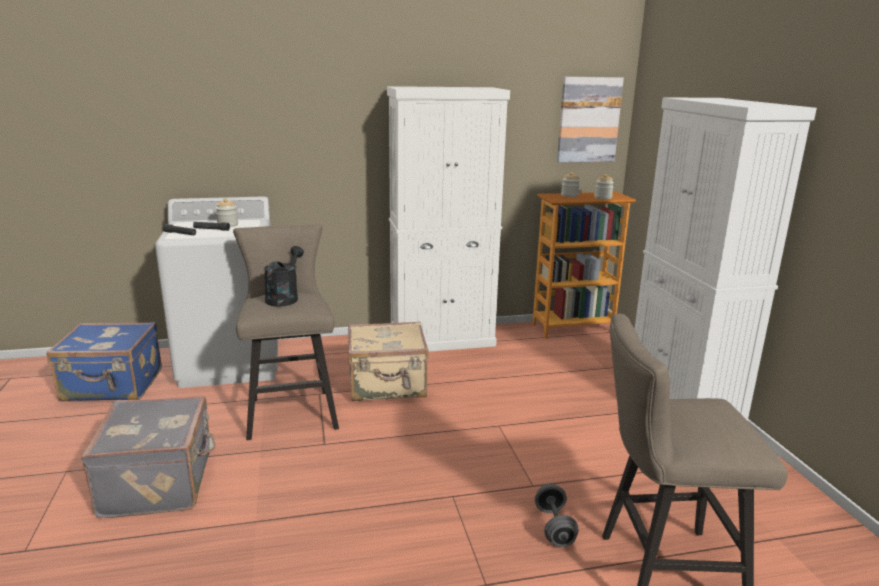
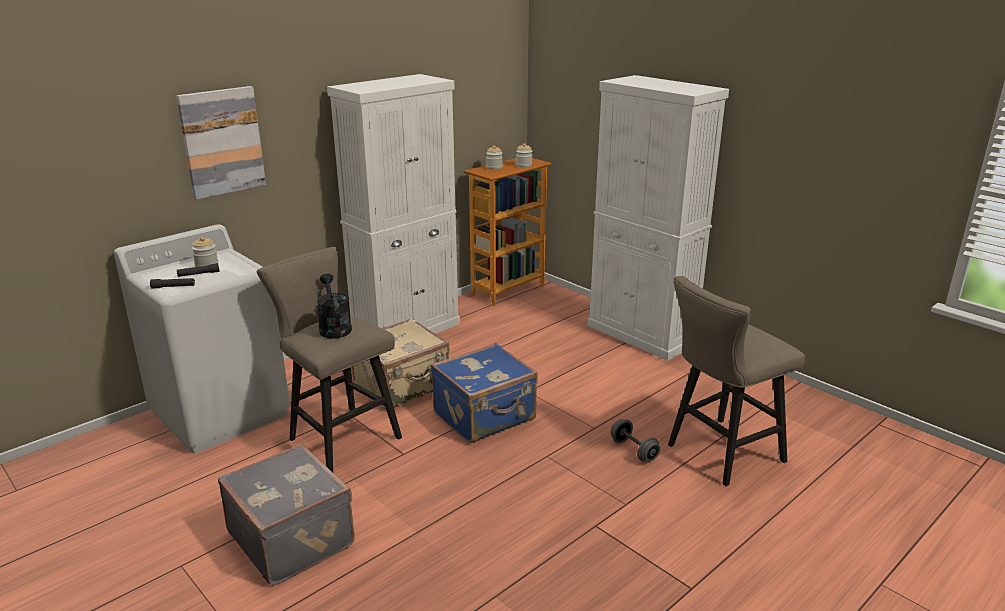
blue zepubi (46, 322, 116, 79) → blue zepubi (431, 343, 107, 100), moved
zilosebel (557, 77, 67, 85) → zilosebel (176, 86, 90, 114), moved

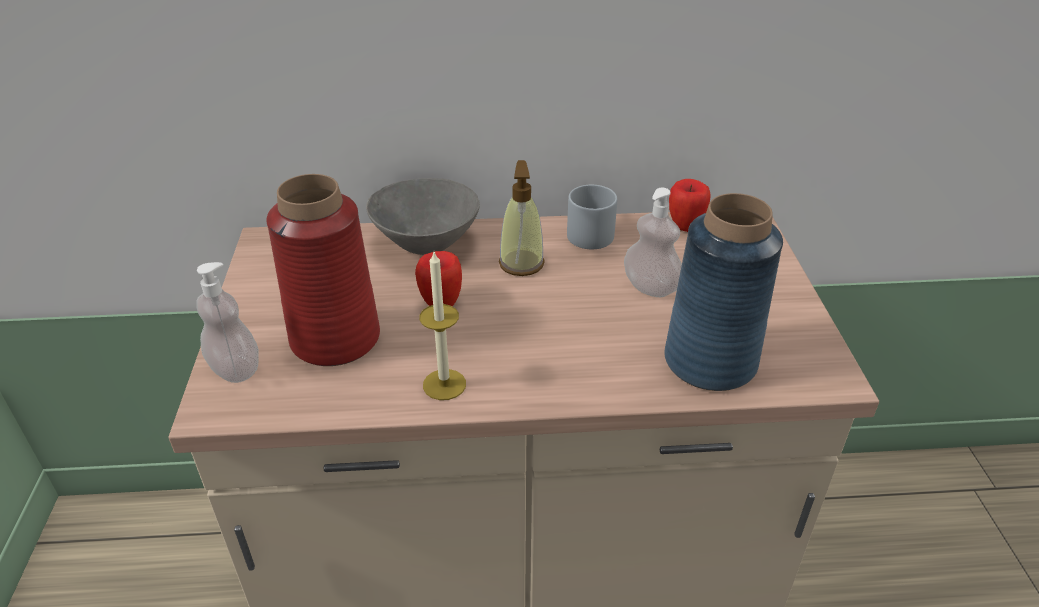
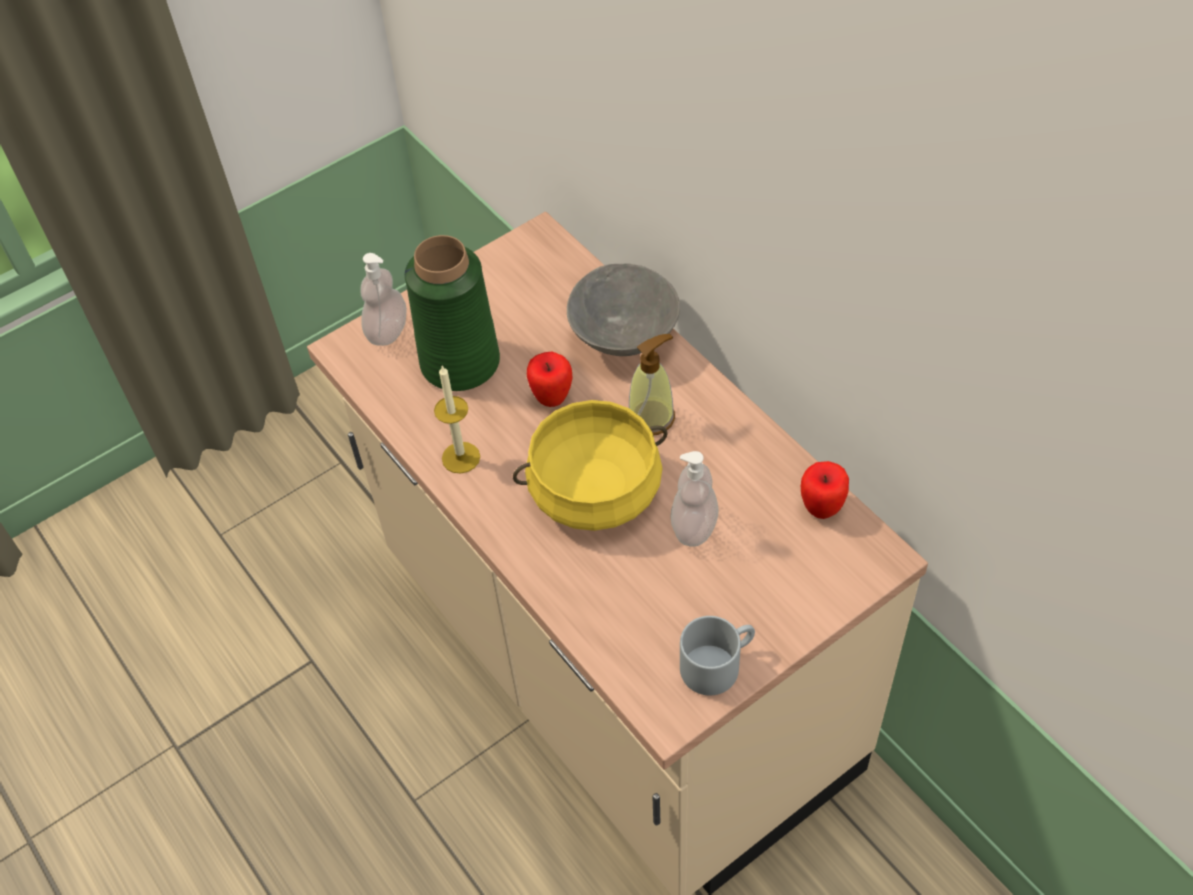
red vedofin (266, 174, 114, 192) → green vedofin (405, 235, 95, 156)
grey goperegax (567, 185, 50, 64) → grey goperegax (680, 616, 75, 80), moved
blue vedofin (664, 193, 119, 198) → -
- → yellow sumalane (513, 400, 155, 131)

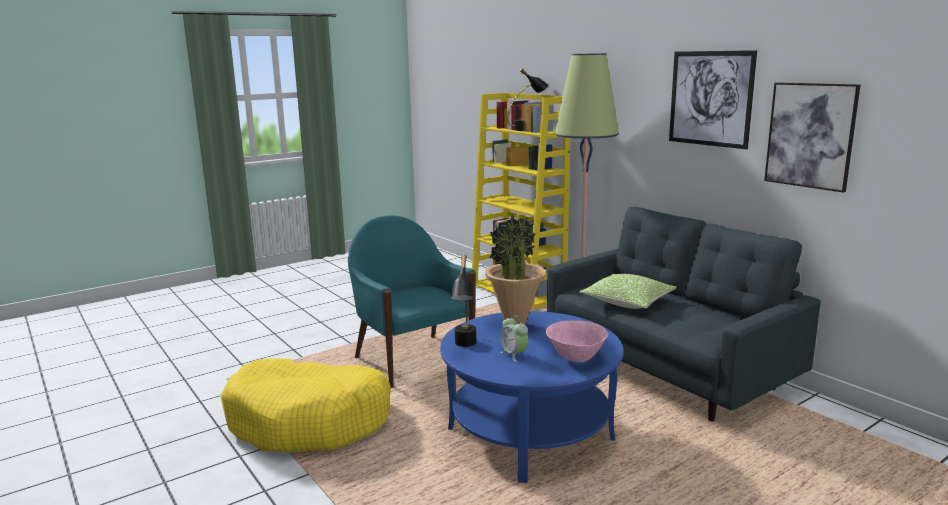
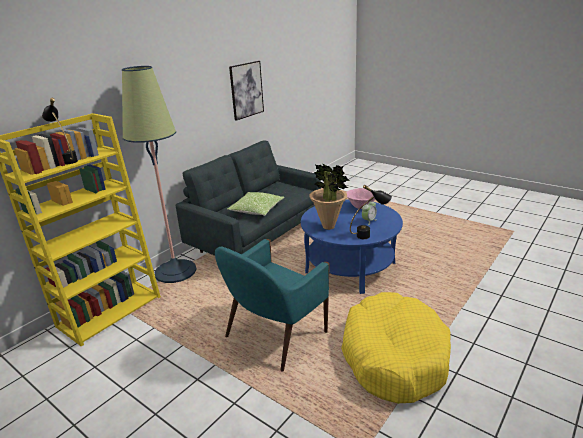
zilosebel (669, 50, 88, 99) → -

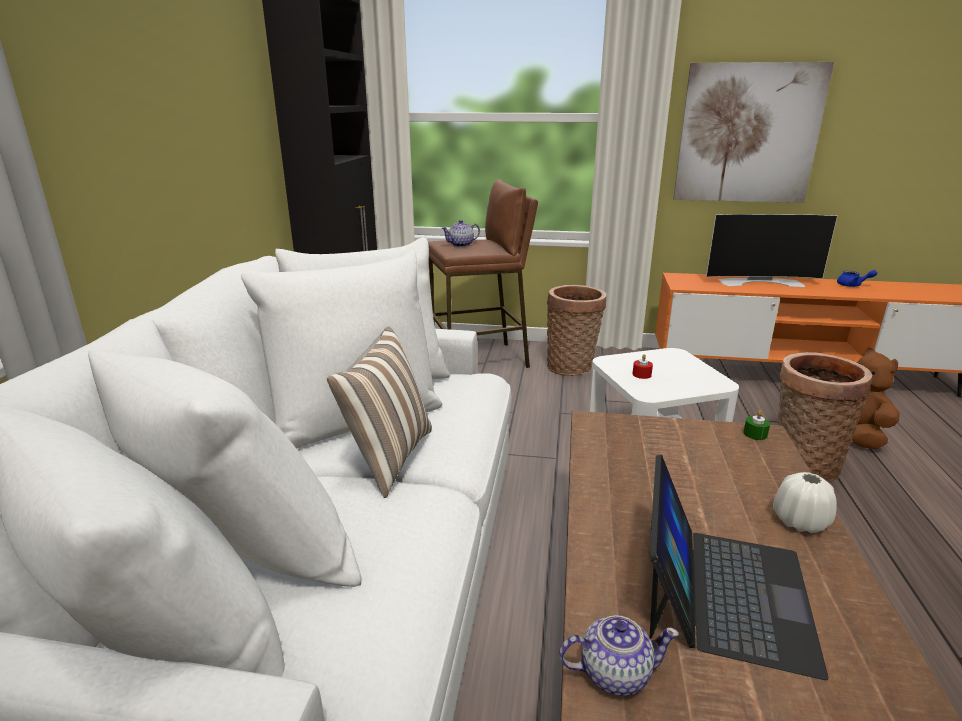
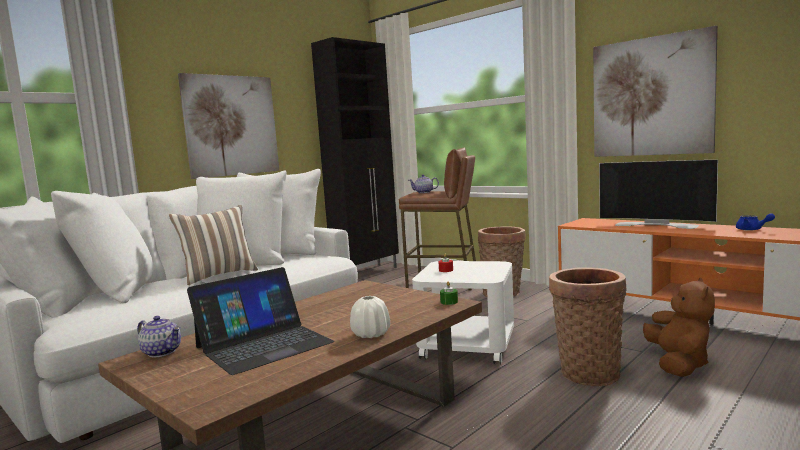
- → zilosebel (178, 73, 101, 106)

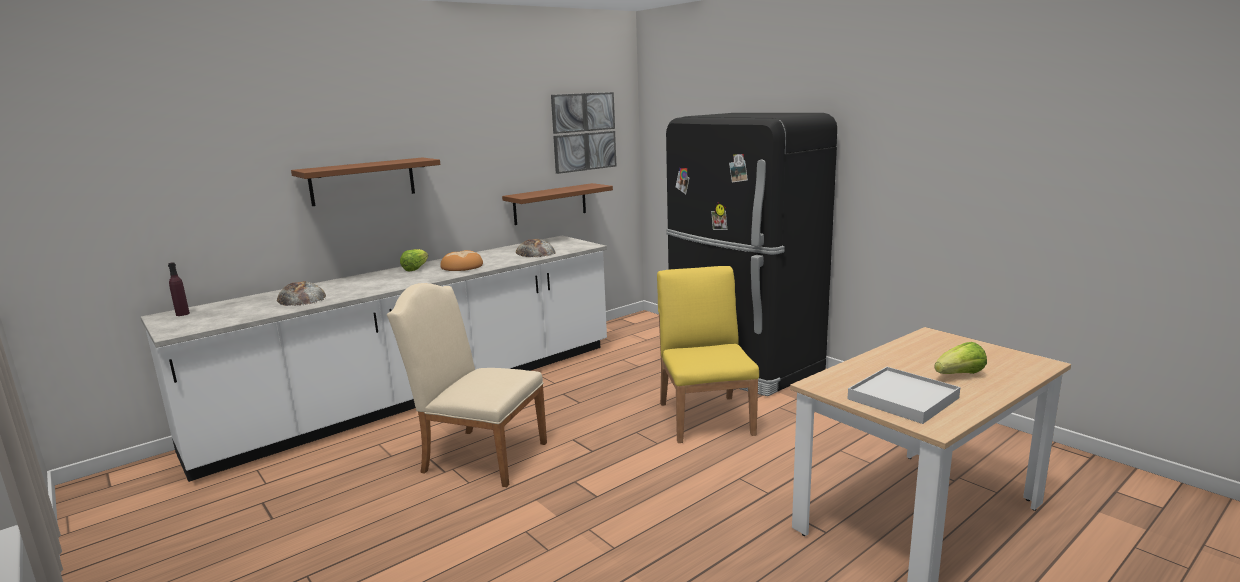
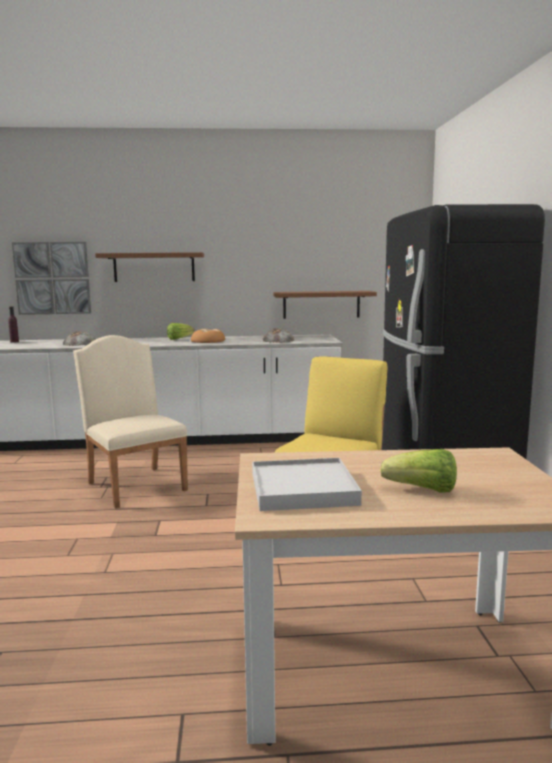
zilosebel (551, 92, 65, 82) → zilosebel (12, 242, 79, 73), moved

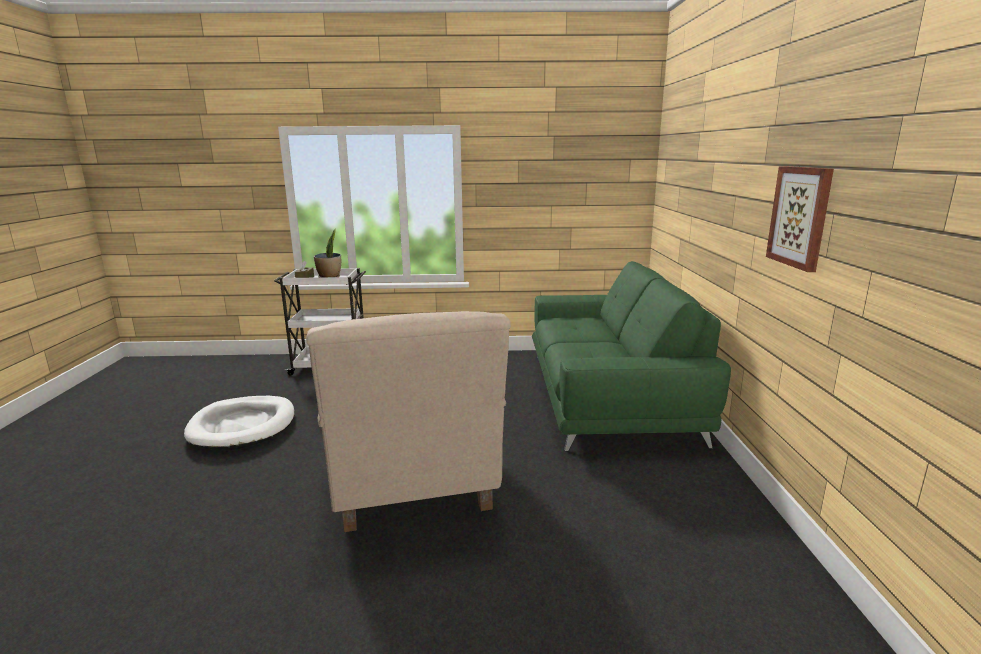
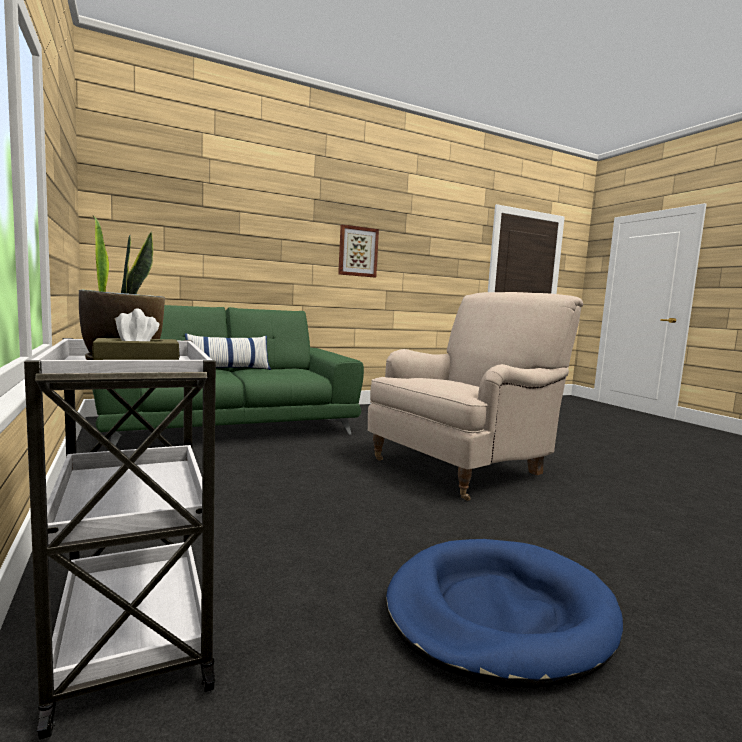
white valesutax (184, 396, 111, 54) → blue valesutax (386, 539, 237, 149)
- → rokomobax (185, 333, 86, 37)

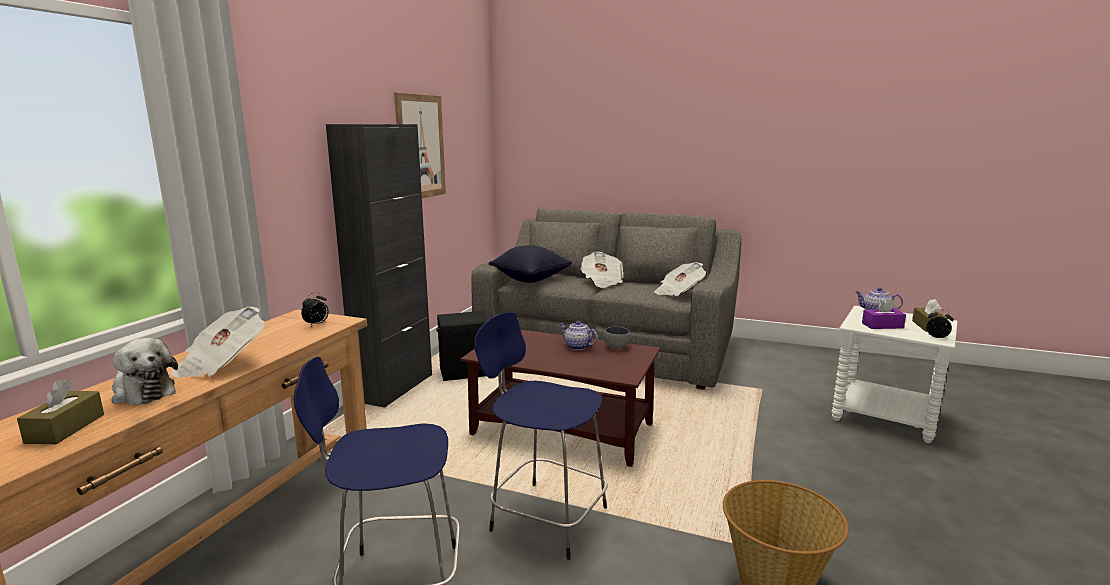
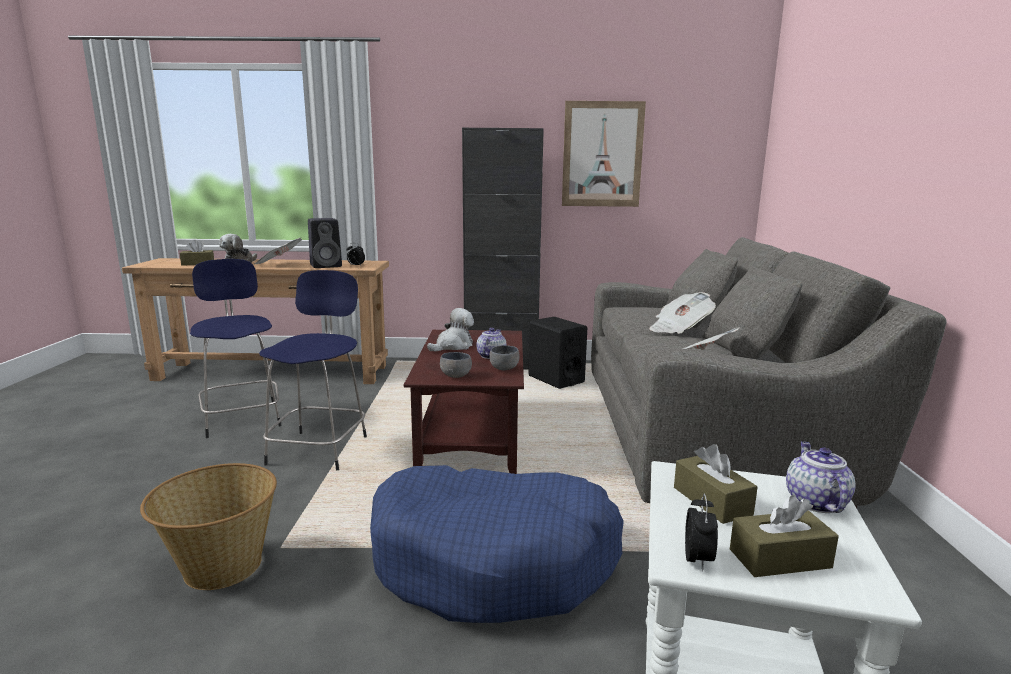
black rokomobax (489, 245, 83, 38) → -
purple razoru (862, 299, 44, 30) → brown razoru (674, 444, 84, 80)
- → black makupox (308, 218, 34, 50)
- → blue valesutax (370, 465, 254, 158)
- → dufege (427, 308, 47, 43)
- → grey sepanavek (440, 352, 32, 26)

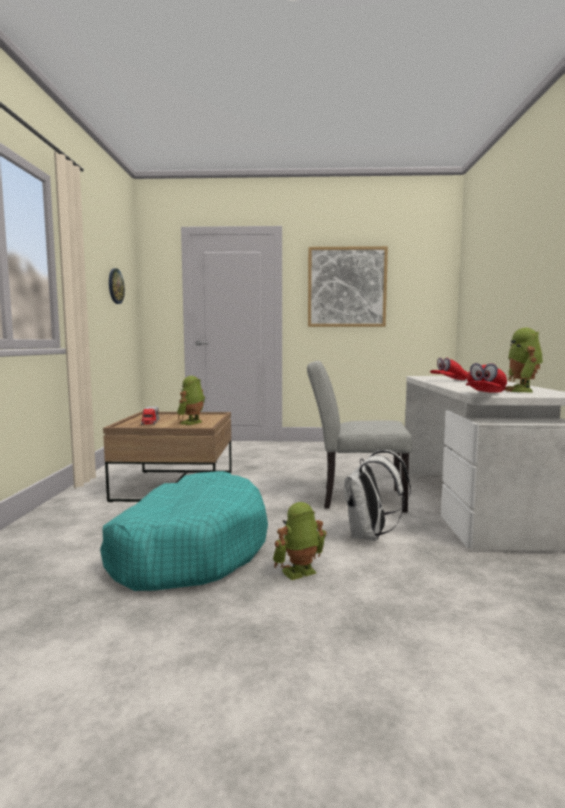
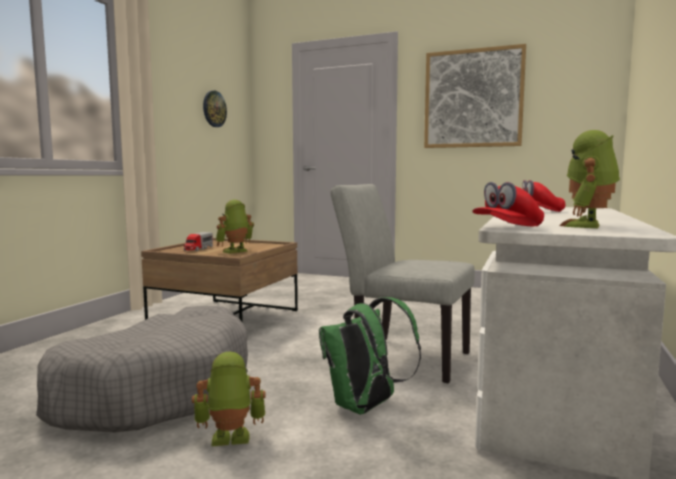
turquoise valesutax (100, 471, 168, 120) → grey valesutax (36, 306, 212, 126)
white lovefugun (344, 450, 67, 91) → green lovefugun (319, 297, 102, 117)

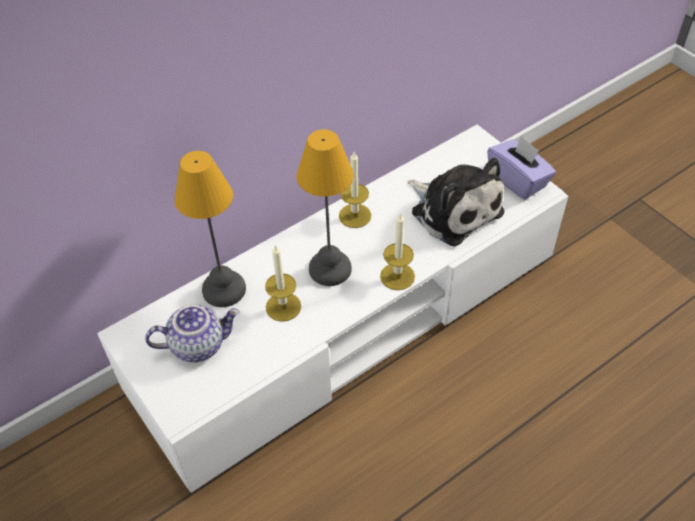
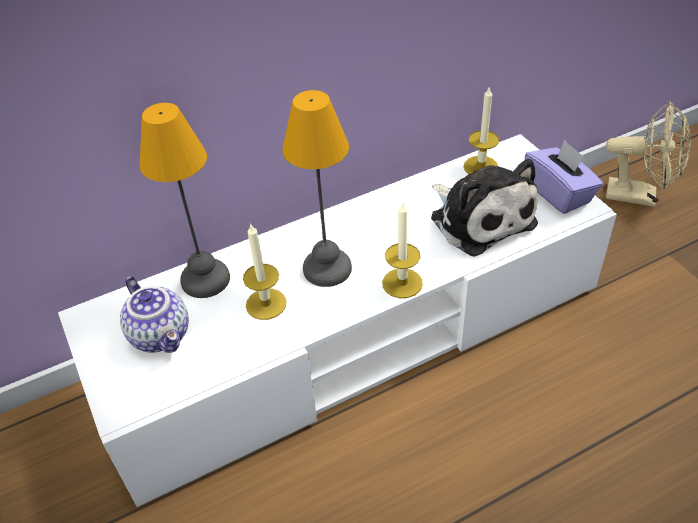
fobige (145, 305, 95, 57) → fobige (120, 276, 69, 77), 60 degrees clockwise
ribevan (339, 152, 32, 76) → ribevan (464, 88, 35, 86), moved
- → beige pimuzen (606, 102, 84, 105)

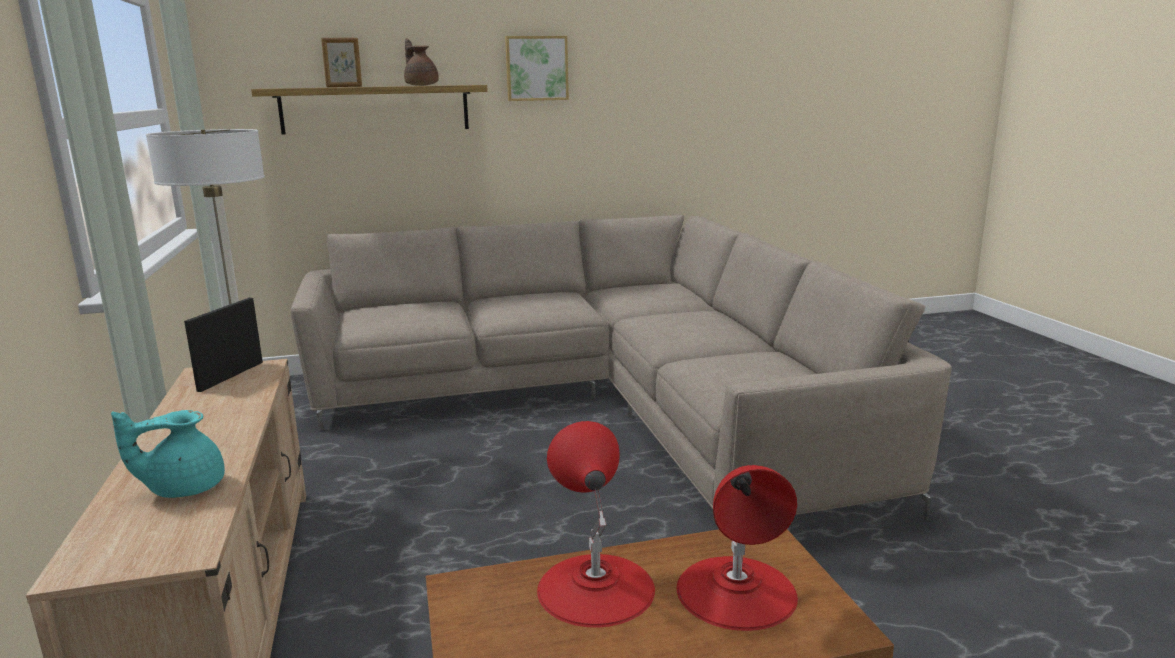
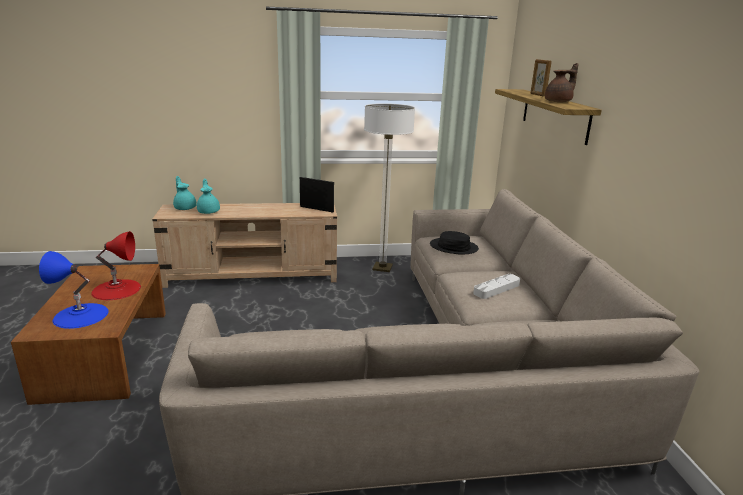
zilosebel (505, 36, 64, 65) → -
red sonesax (676, 465, 122, 166) → blue sonesax (39, 251, 70, 78)
- → turquoise fobige (173, 176, 24, 34)
- → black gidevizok (430, 231, 49, 23)
- → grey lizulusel (473, 274, 47, 25)

